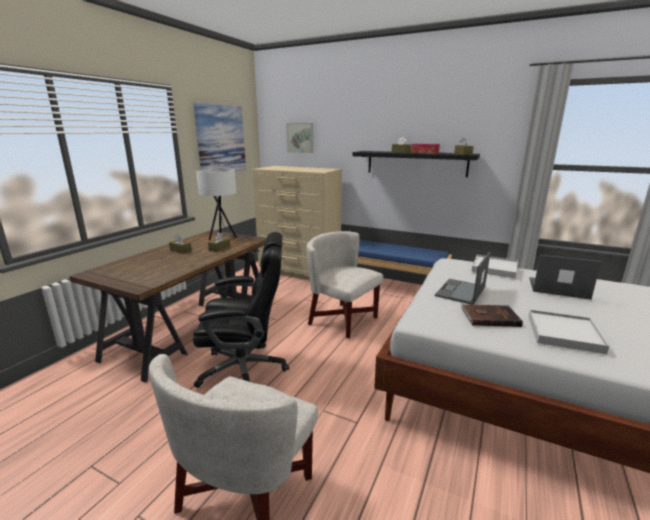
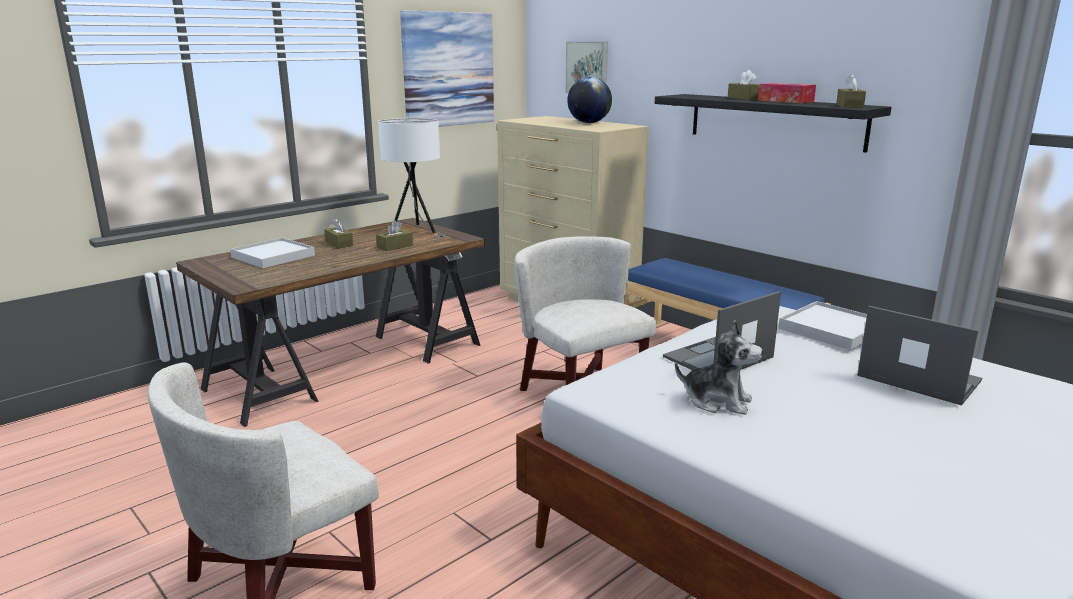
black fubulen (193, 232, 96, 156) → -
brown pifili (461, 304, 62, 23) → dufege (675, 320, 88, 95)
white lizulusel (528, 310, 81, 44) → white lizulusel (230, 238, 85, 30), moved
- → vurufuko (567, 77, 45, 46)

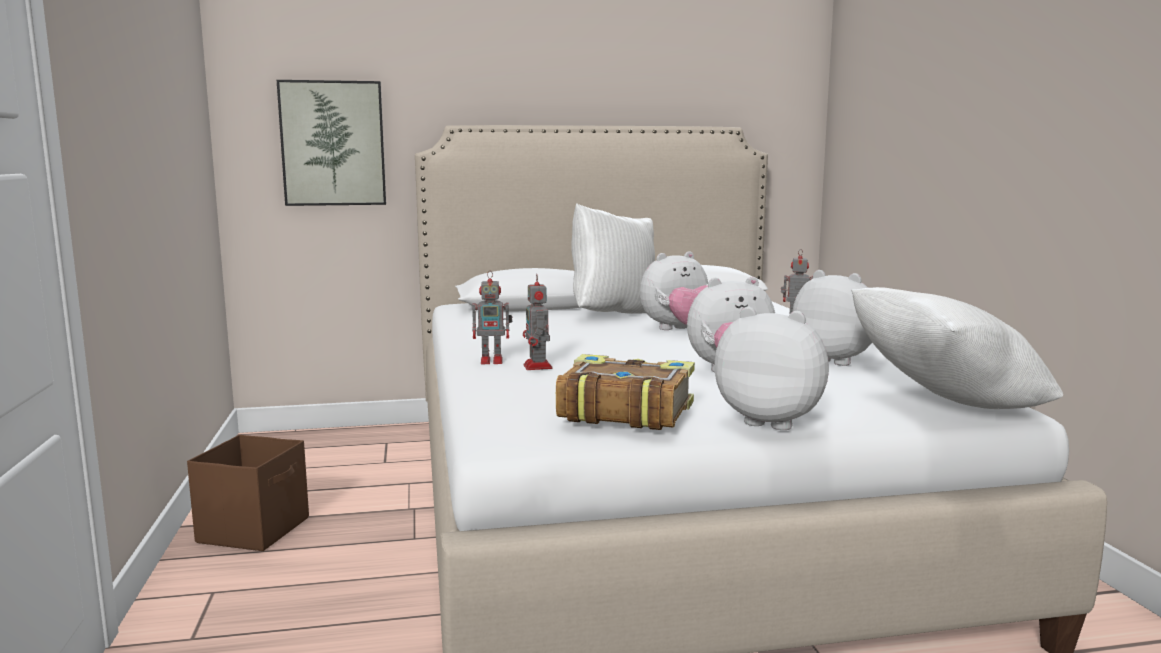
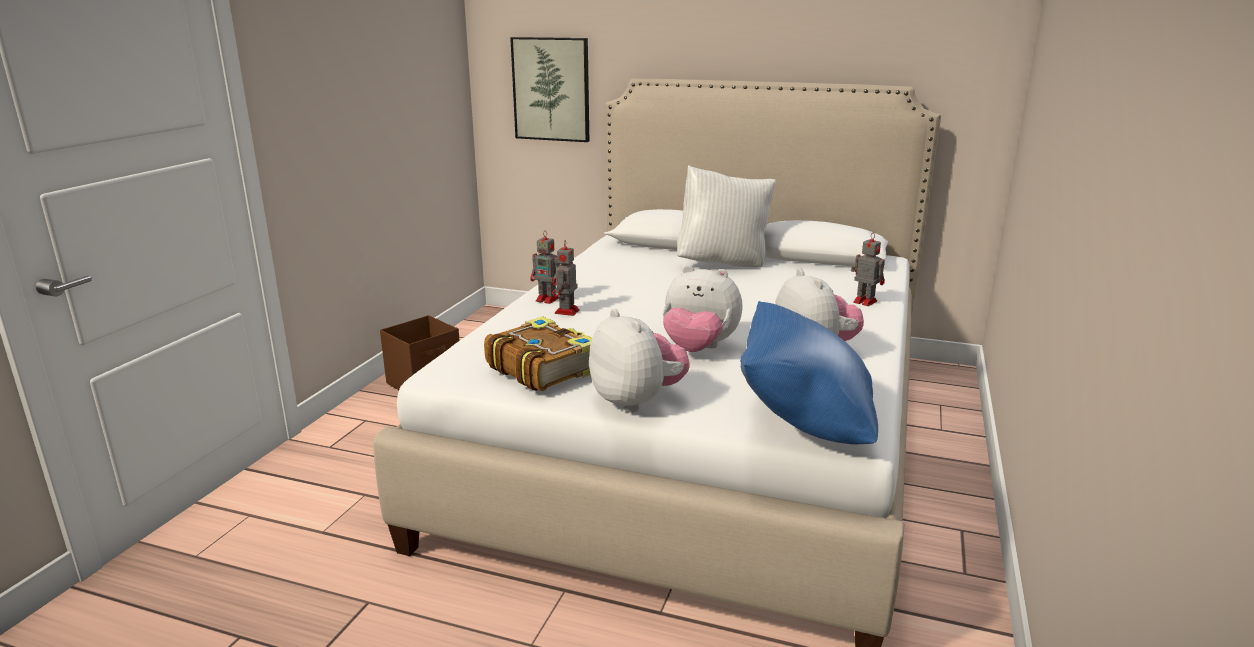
dufege (640, 252, 68, 78) → -
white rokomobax (851, 287, 212, 122) → blue rokomobax (740, 301, 138, 144)

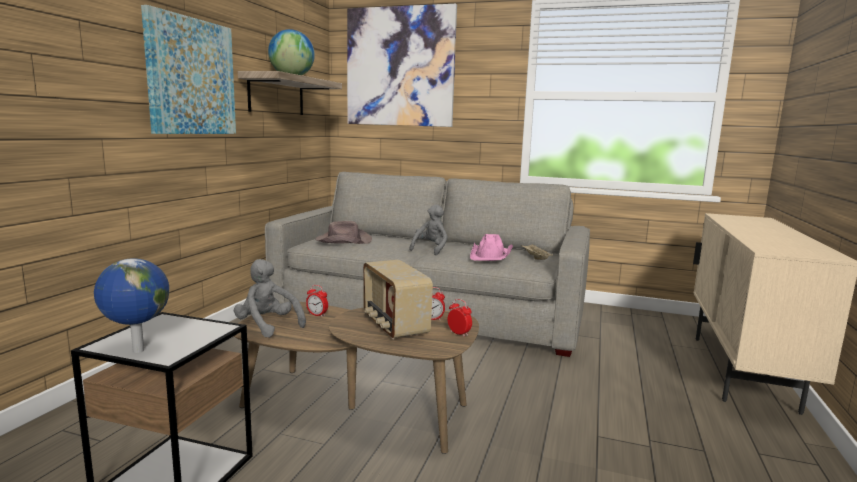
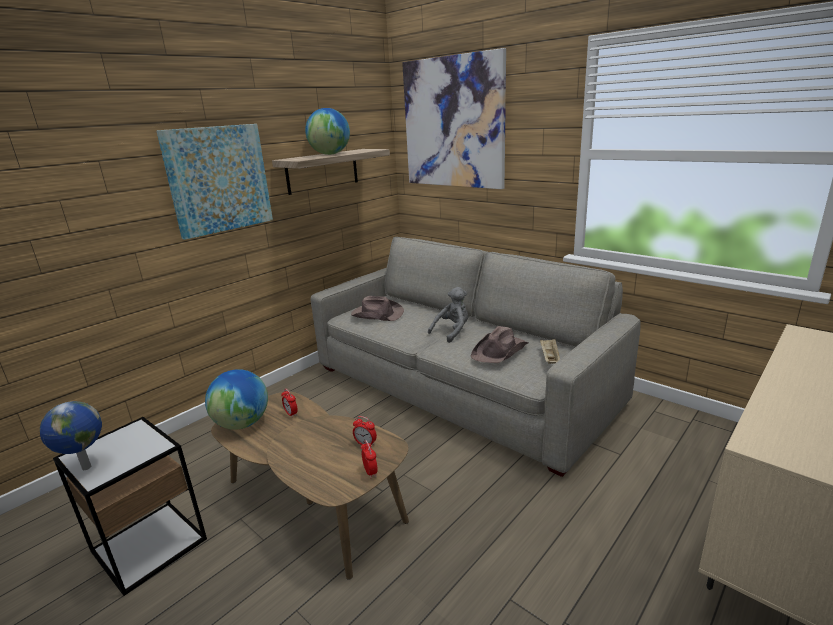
grey dufege (234, 259, 72, 79) → vurufuko (205, 369, 63, 61)
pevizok (363, 260, 70, 79) → -
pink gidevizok (470, 234, 43, 27) → brown gidevizok (470, 326, 58, 37)

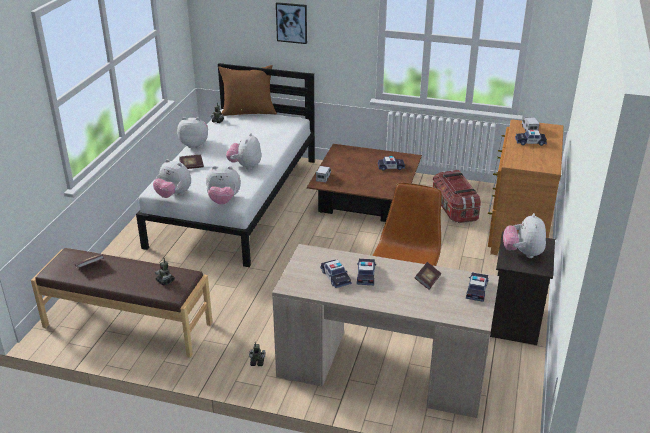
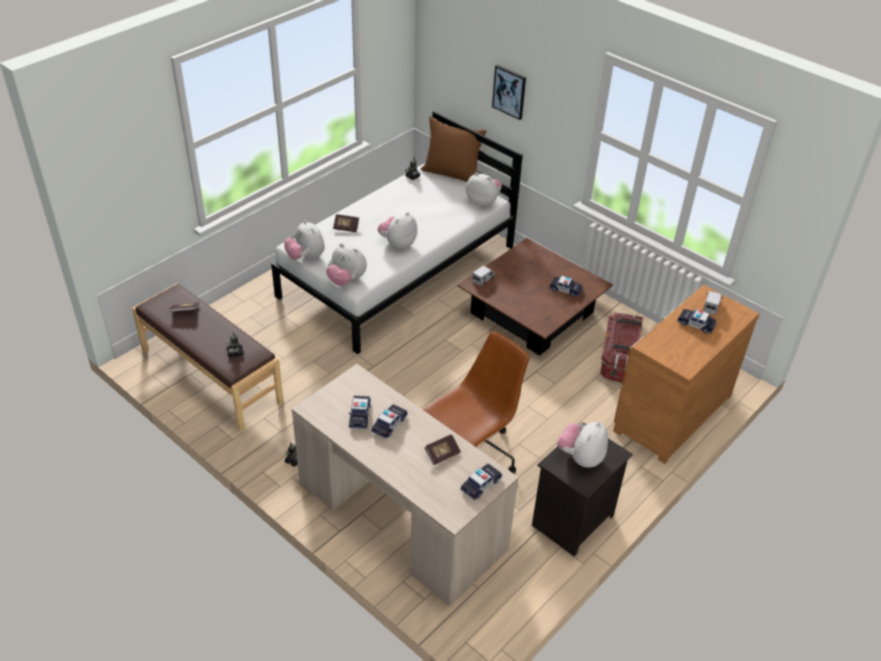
dufege (177, 117, 31, 31) → dufege (466, 172, 36, 36), moved

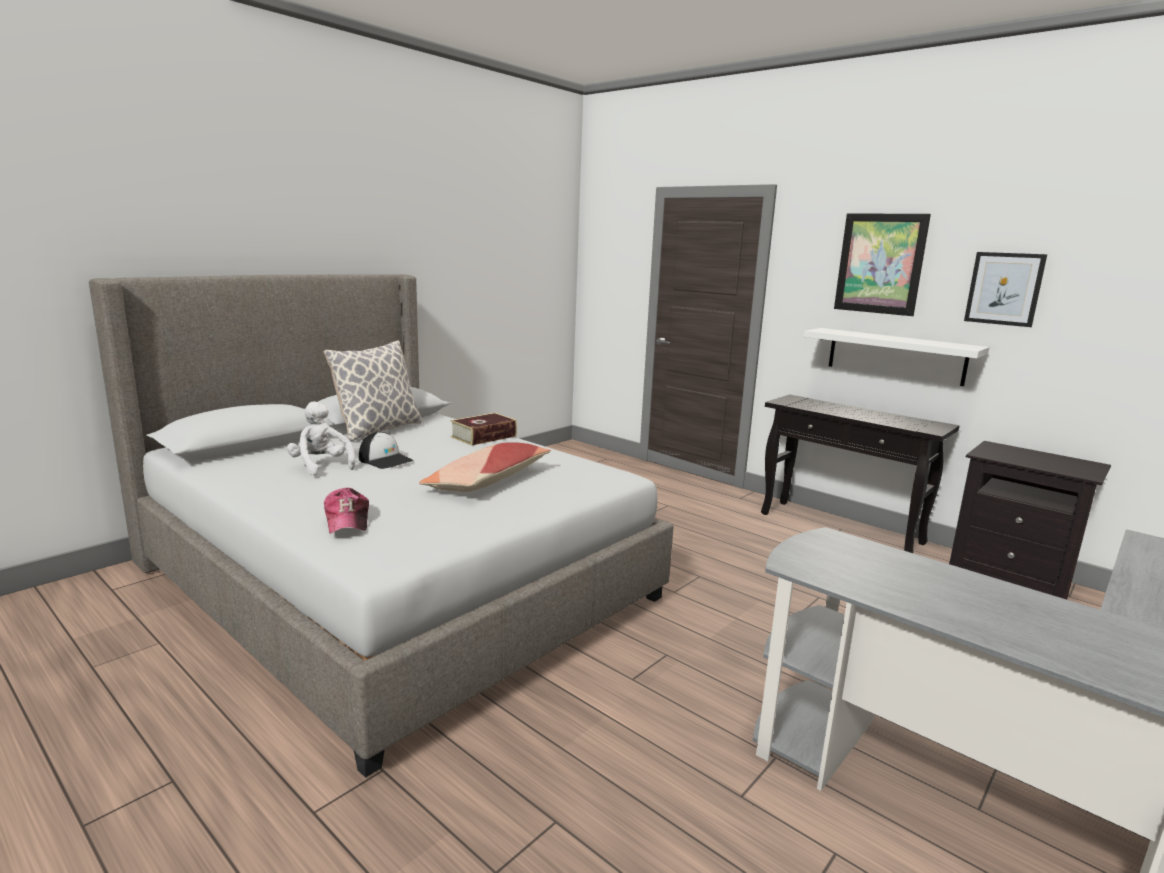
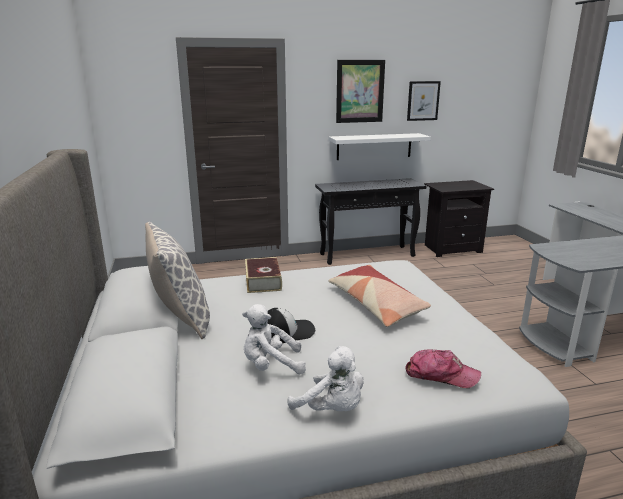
- → white dufege (287, 346, 77, 65)

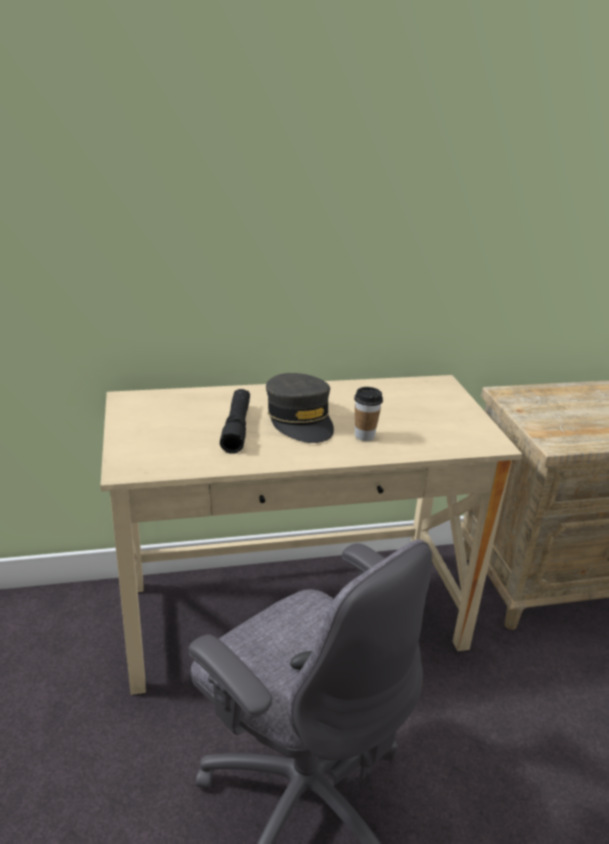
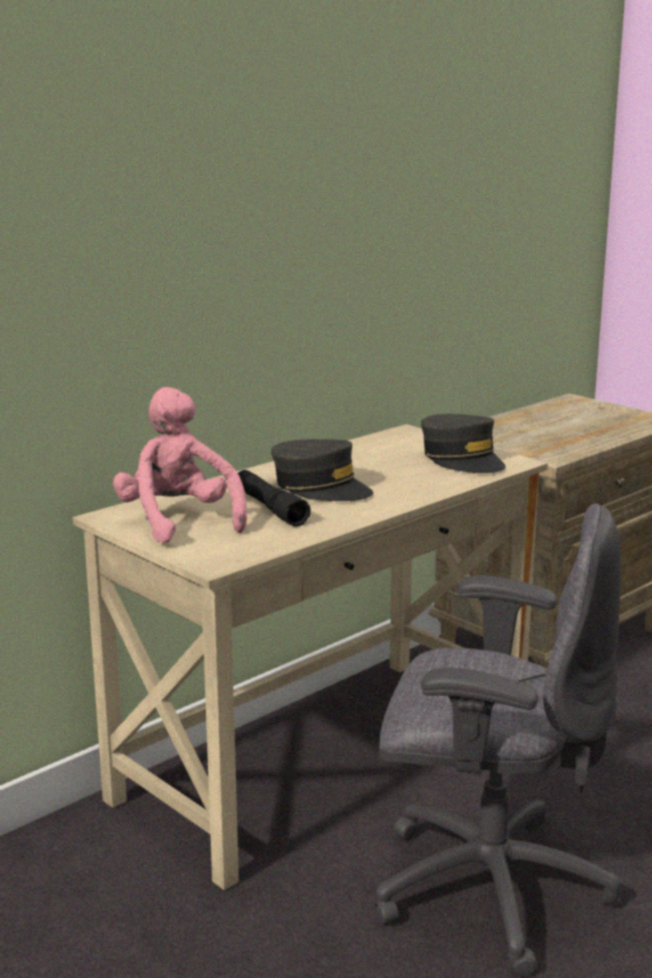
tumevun (354, 387, 29, 54) → -
- → pink dufege (113, 387, 134, 157)
- → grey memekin (421, 414, 84, 59)

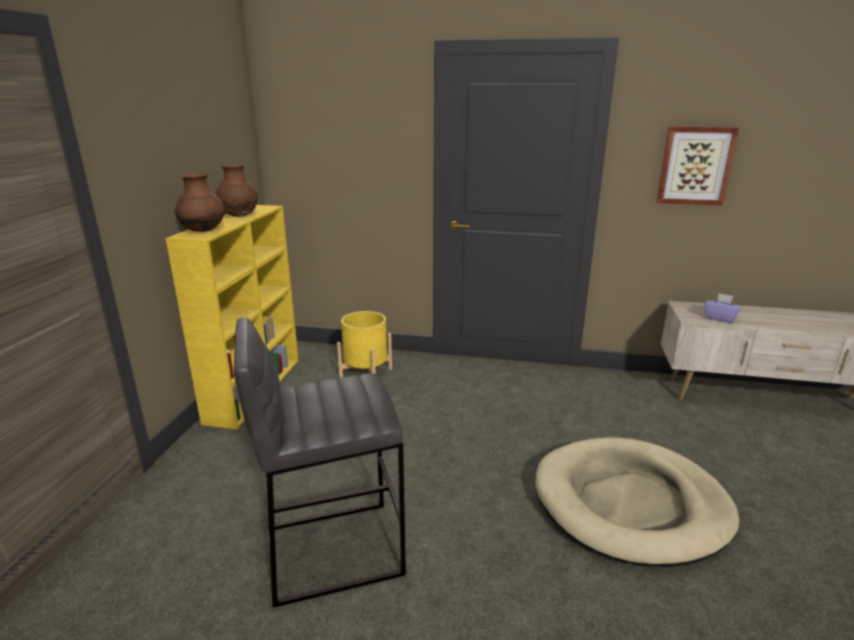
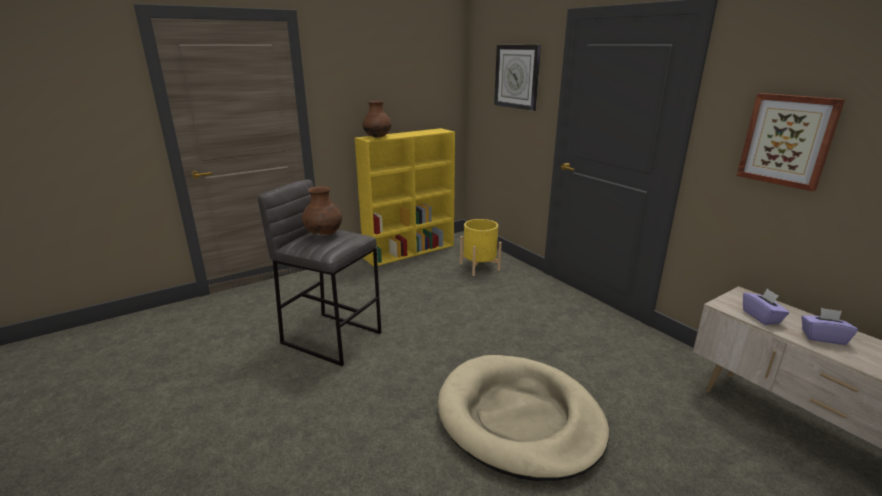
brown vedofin (215, 164, 43, 53) → brown vedofin (302, 186, 40, 50), moved
- → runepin (494, 45, 47, 66)
- → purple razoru (801, 308, 57, 37)

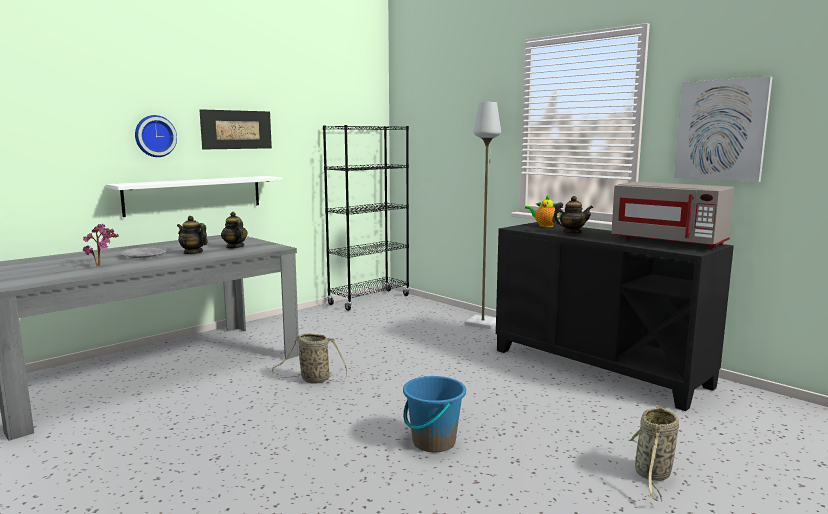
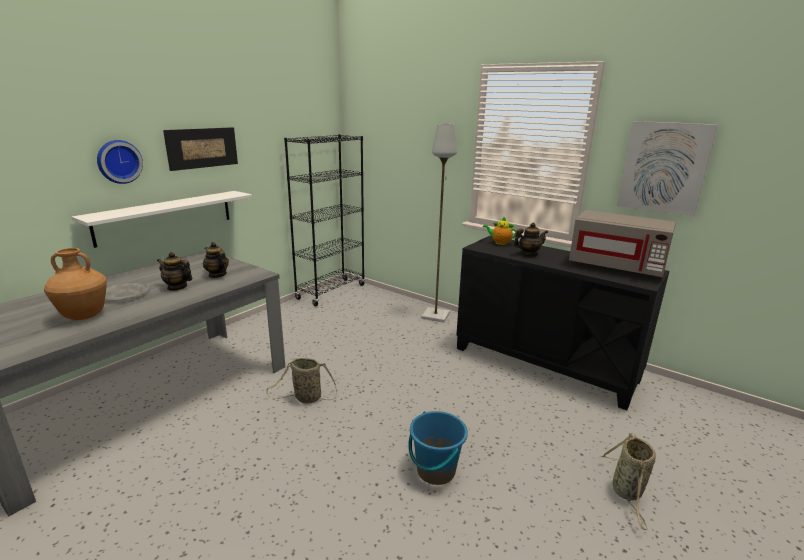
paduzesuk (83, 224, 36, 42) → brown vedofin (44, 248, 63, 72)

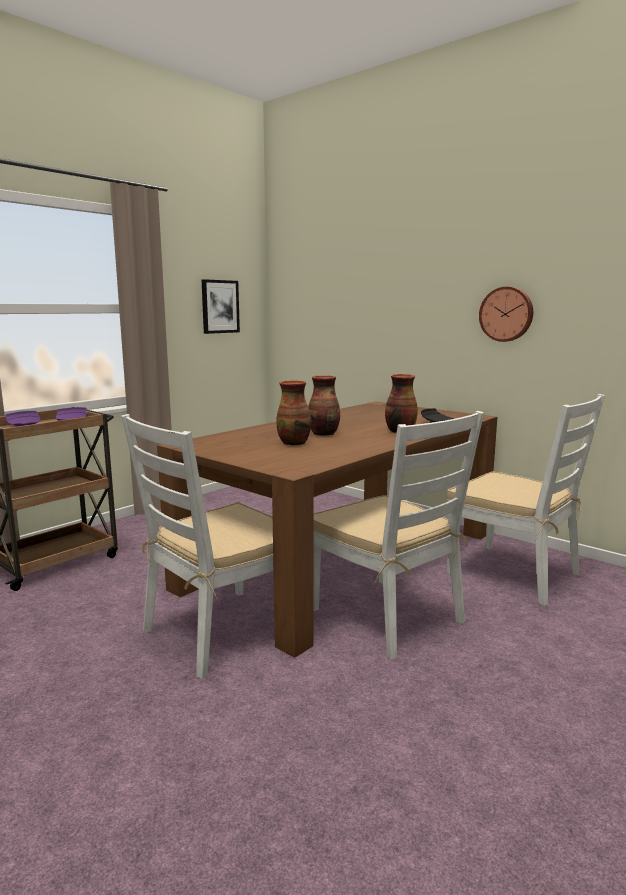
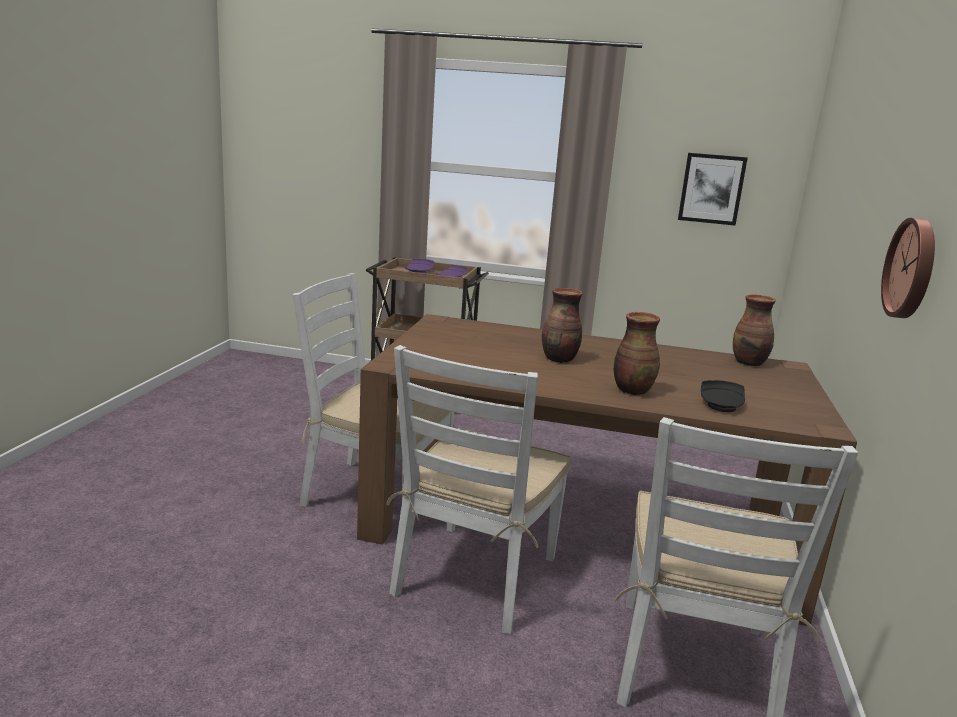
vedofin (276, 380, 36, 65) → vedofin (733, 294, 43, 72), moved

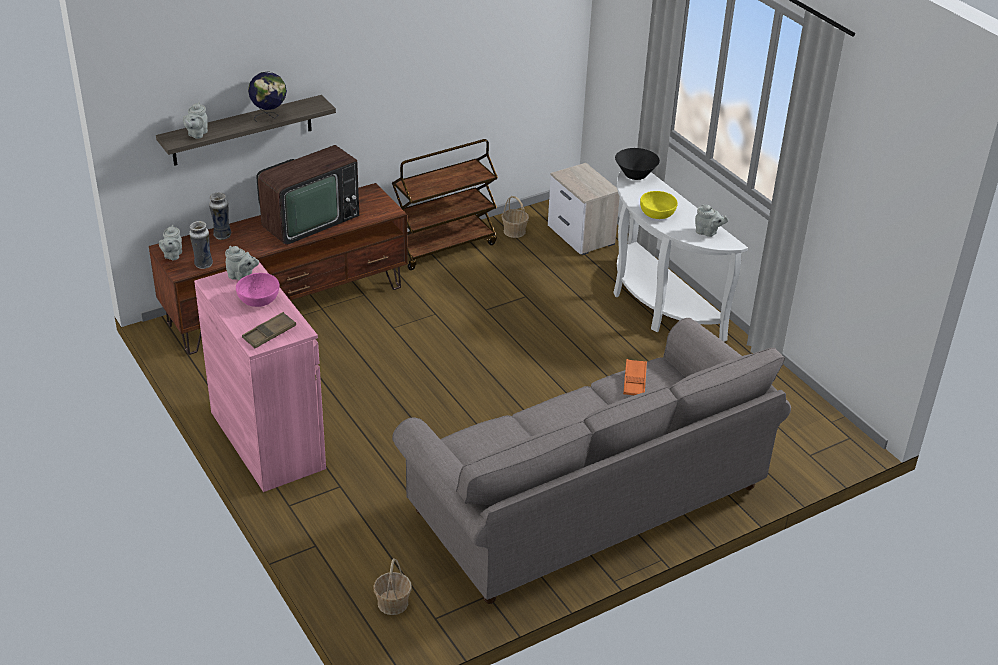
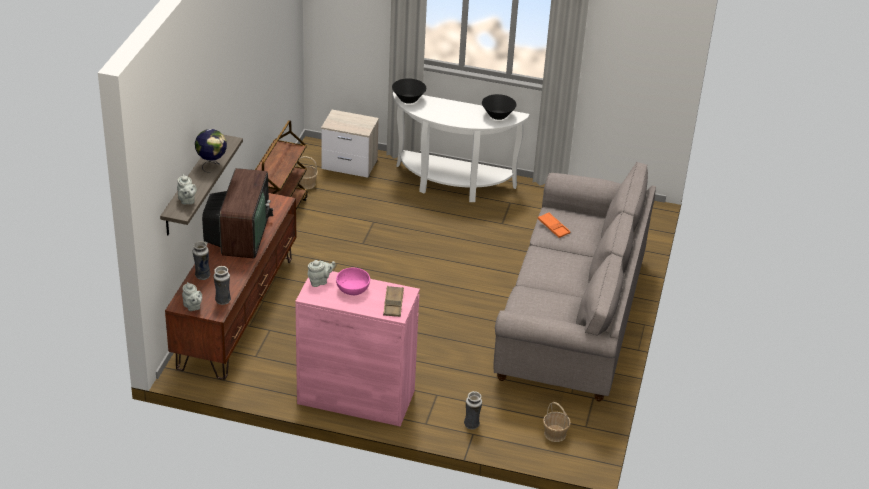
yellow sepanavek (640, 191, 38, 28) → -
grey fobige (695, 204, 33, 33) → black sepanavek (482, 94, 35, 26)
- → vedofin (464, 391, 18, 39)

